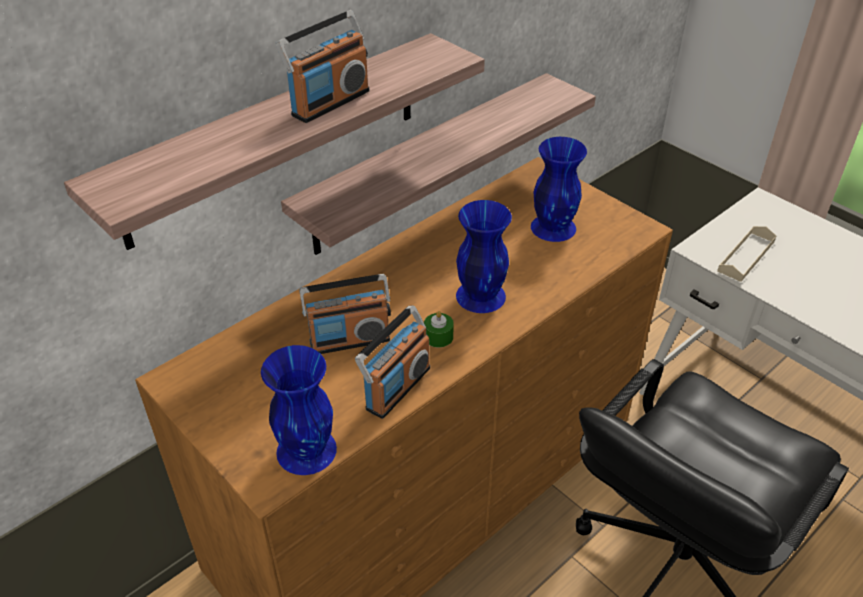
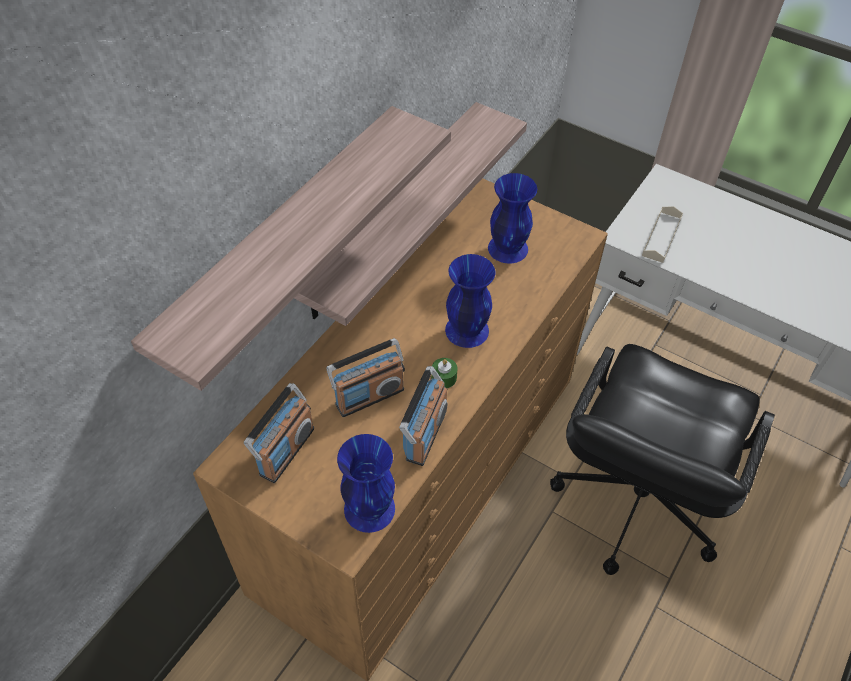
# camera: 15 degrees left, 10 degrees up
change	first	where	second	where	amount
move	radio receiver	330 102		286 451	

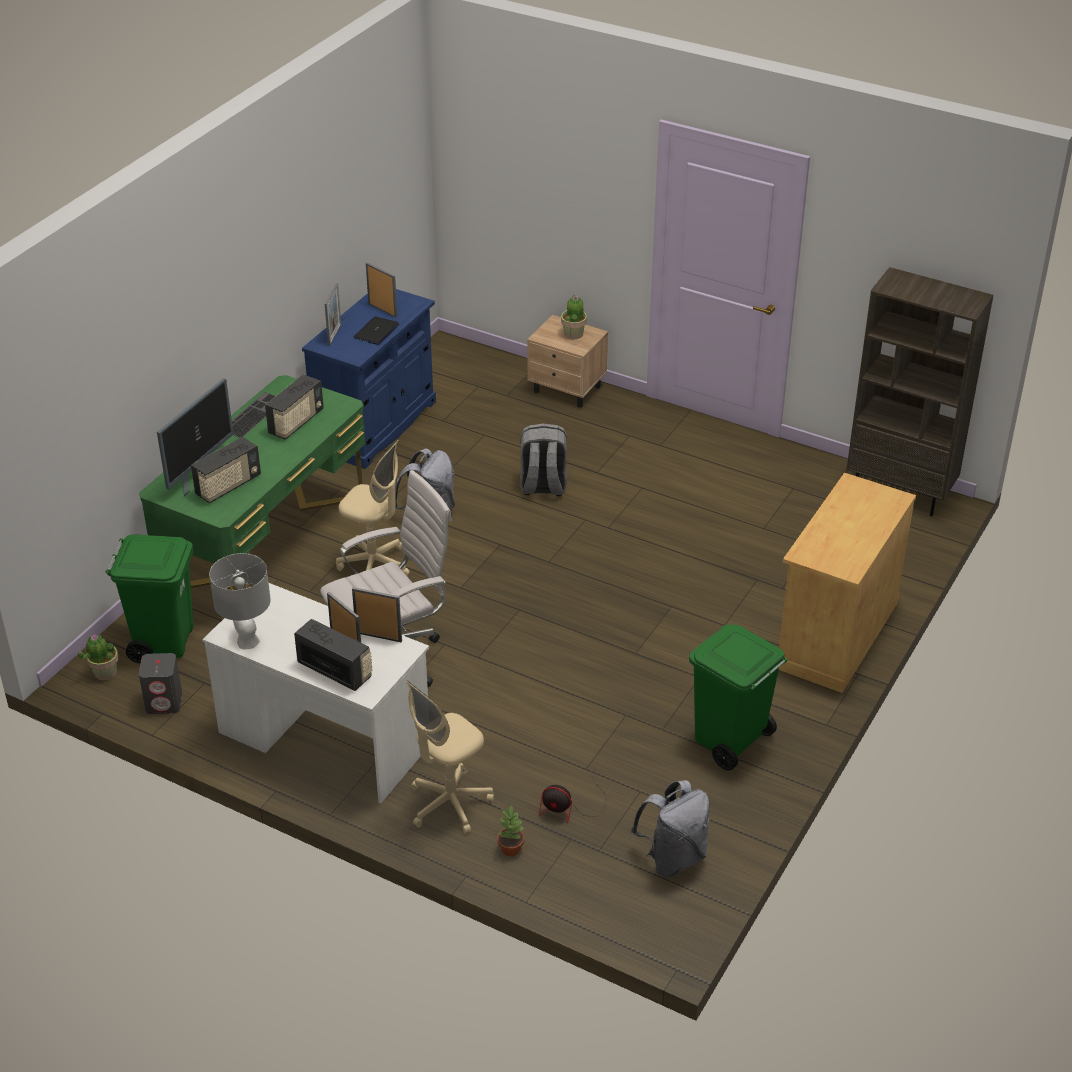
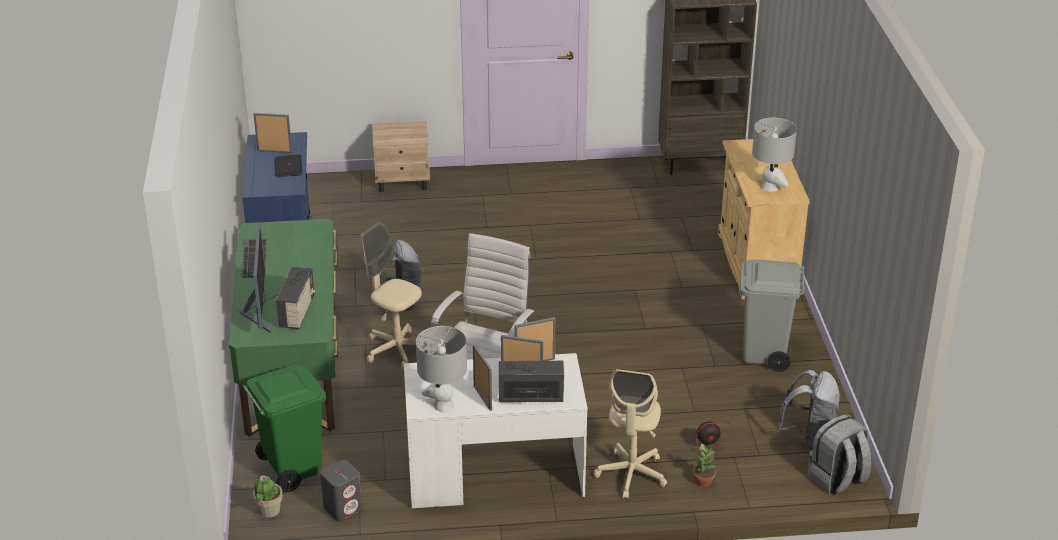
# camera: 35 degrees left, 5 degrees down
change	first	where	second	where	amount
move	standing frame	334 335		482 398	
delete	plant in a pot	573 334			
delete	radio receiver	296 422			
move	greyish backpack	543 486		837 480	
rotate	beige-coloured desk chair	374 565		396 349	135 degrees counterclockwise
recolor	green waste bin	730 741	greyish waste bin	765 354	
insert			greyish table lamp	769 187	

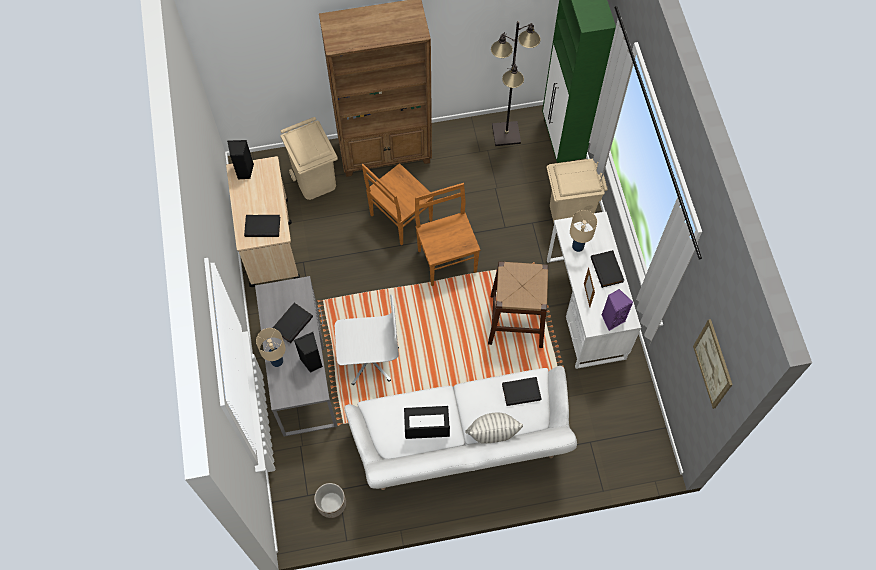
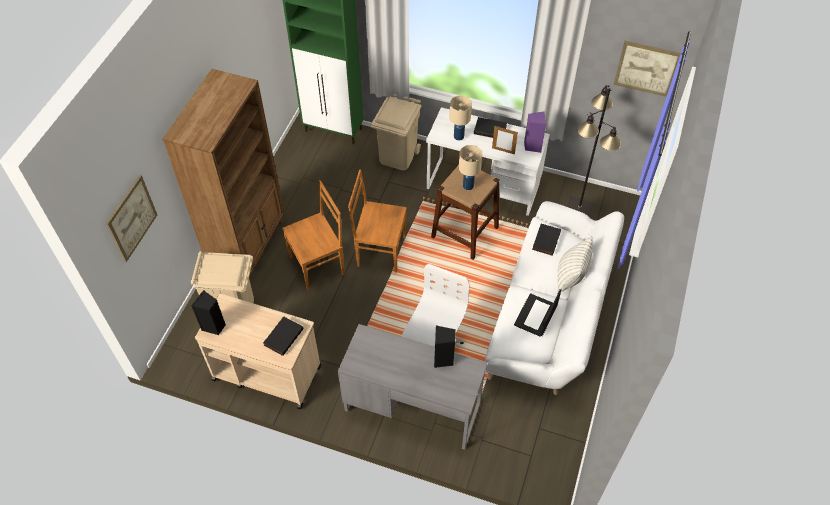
# camera: 60 degrees left, 10 degrees down
change	first	where	second	where	amount
move	blackish standing lamp	506 134		579 209	
rotate	brownish chair	399 218		318 265	105 degrees counterclockwise
delete	blackish bound book	292 323			
move	beige-coloured table lamp	276 361		468 186	
delete	planter	331 504			
insert			picture	132 218	

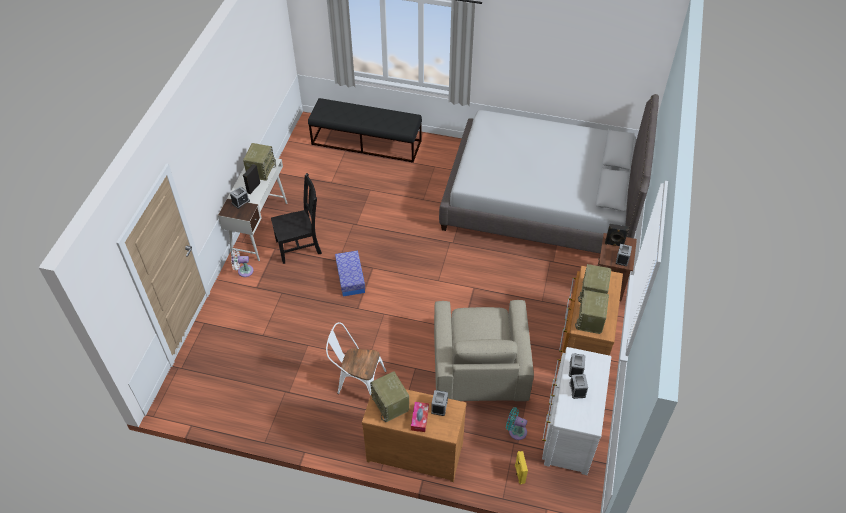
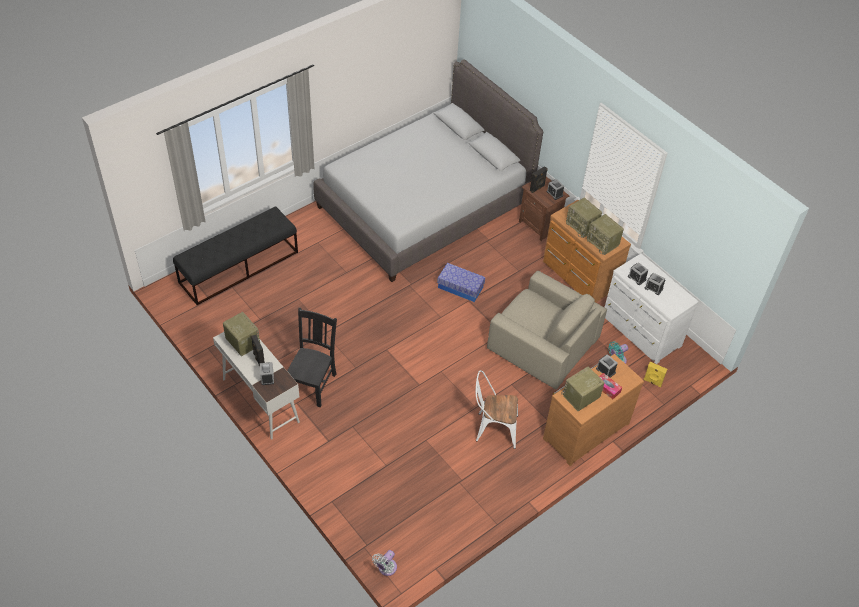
# camera: 55 degrees left, 0 degrees up
change	first	where	second	where	amount
move	whitish cooling fan	243 271		386 569	
move	storage bin	350 278		460 287	
rotate	whitish chair	357 382		492 428	45 degrees clockwise
rotate	radio receiver	391 404		581 397	135 degrees clockwise

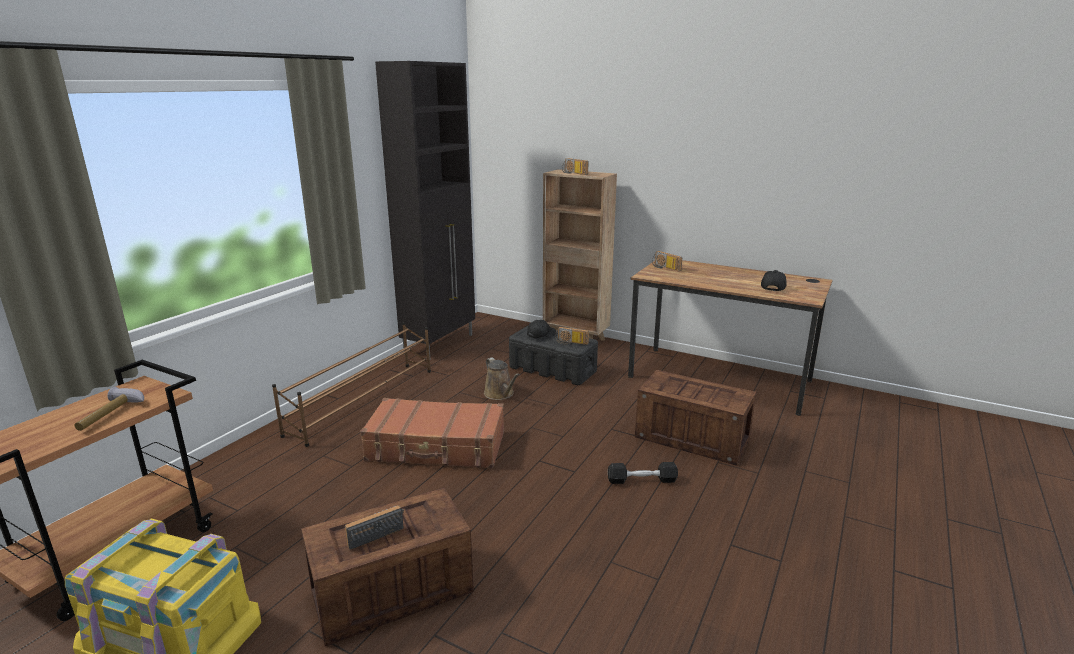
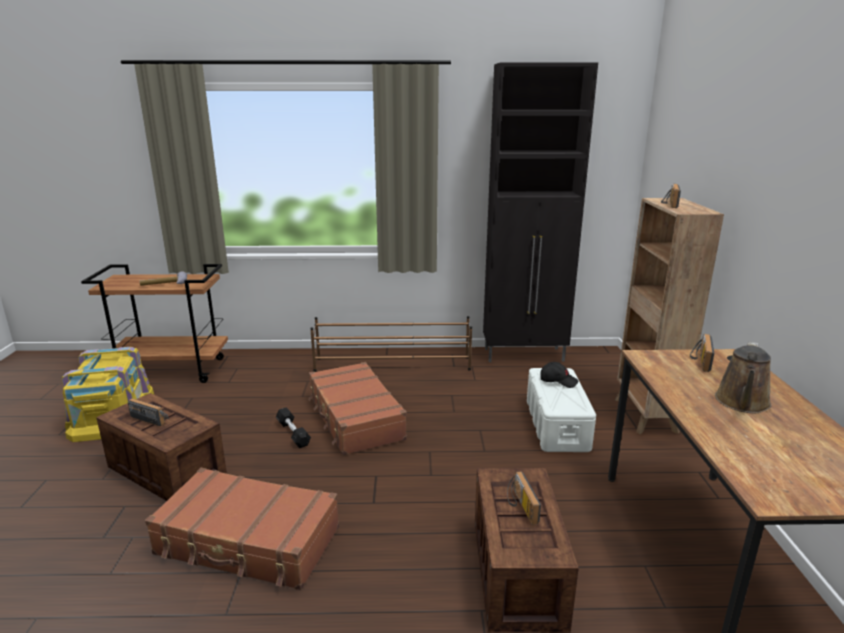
# camera: 60 degrees right, 0 degrees up
change	first	where	second	where	amount
delete	blackish peaked cap	773 287			
recolor	blackish storage bin	553 369	whitish storage bin	557 425	
move	radio receiver	571 343		520 506	
move	brownish watering pot	500 394		742 403	
move	blackish hand weight	642 480		293 433	
insert			brownish suitcase	248 542	

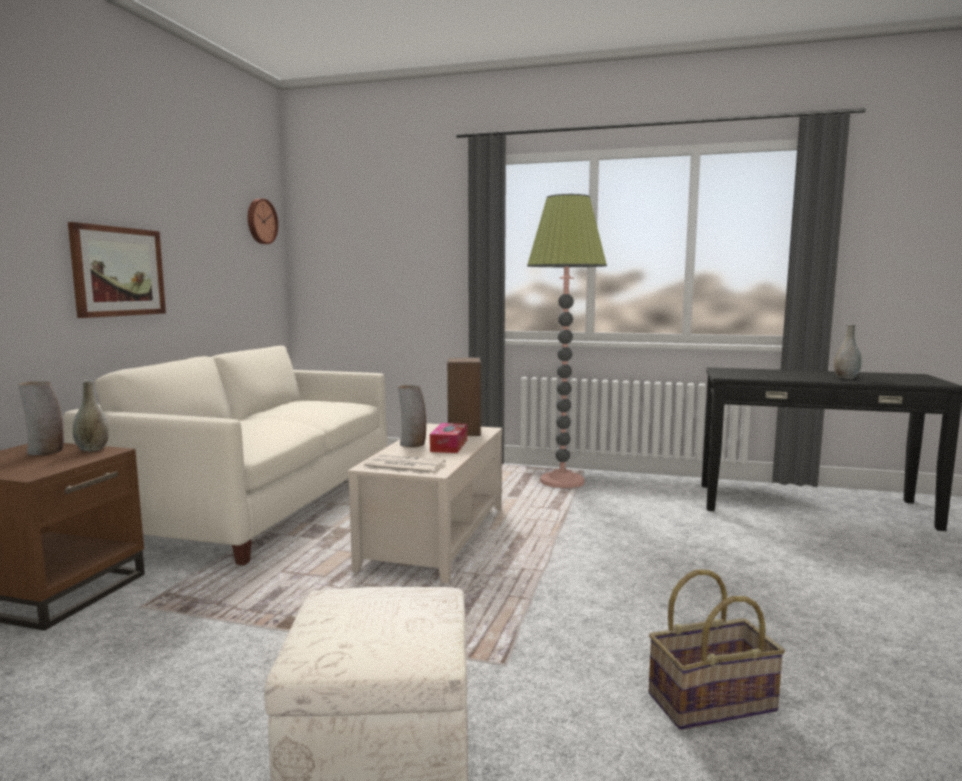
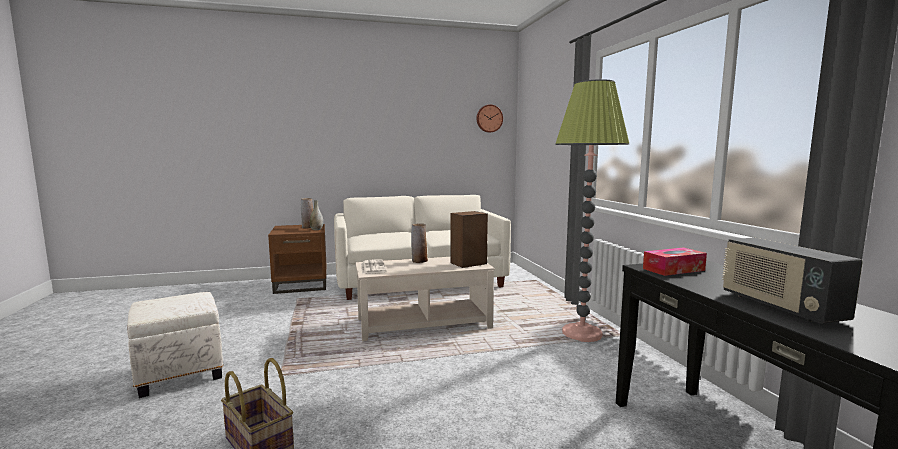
# camera: 60 degrees right, 0 degrees up
change	first	where	second	where	amount
delete	picture	118 271			
replace	greyish vase	846 378	radio receiver	779 307	
move	tissue box	449 446		673 269	

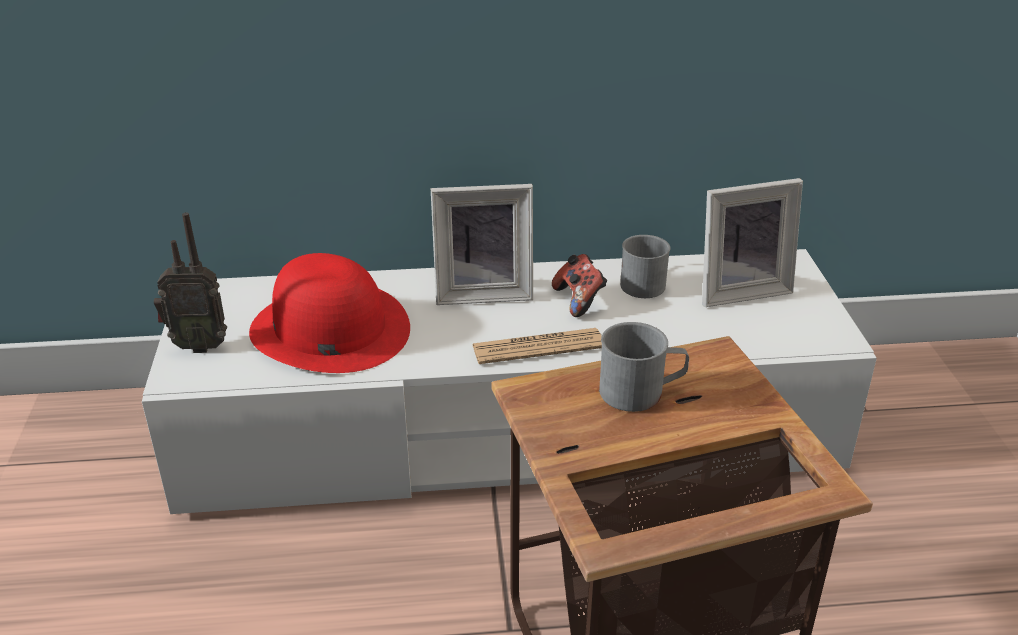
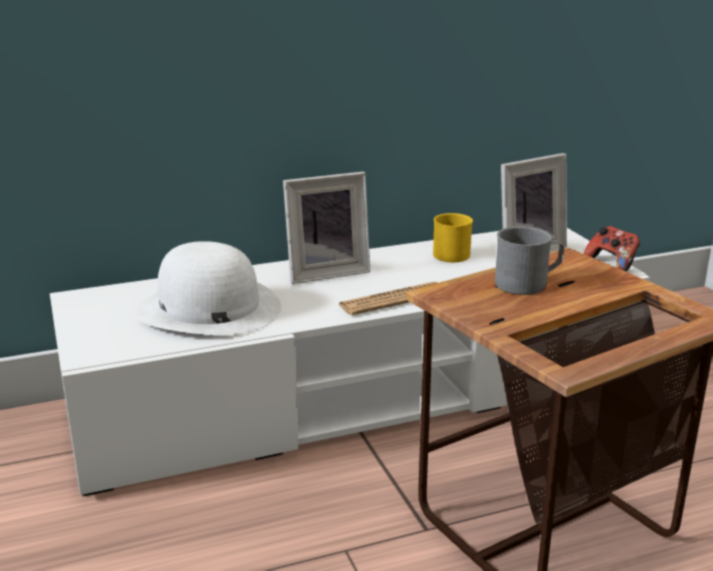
# camera: 15 degrees left, 10 degrees down
change	first	where	second	where	amount
delete	radio receiver	199 345			
recolor	greyish mug	644 282	yellow mug	451 253	
recolor	reddish wearable hat	329 329	whitish wearable hat	208 309	
move	joypad	579 300		612 263	

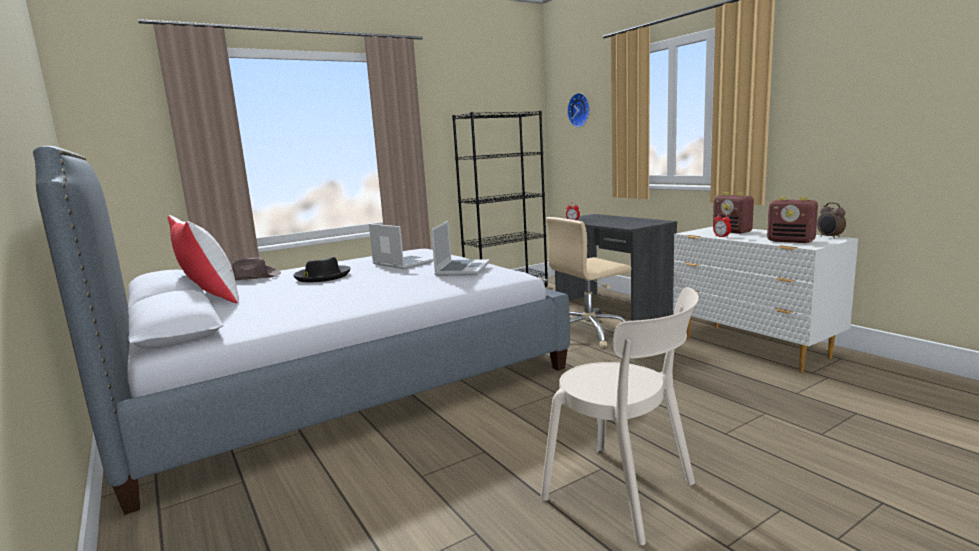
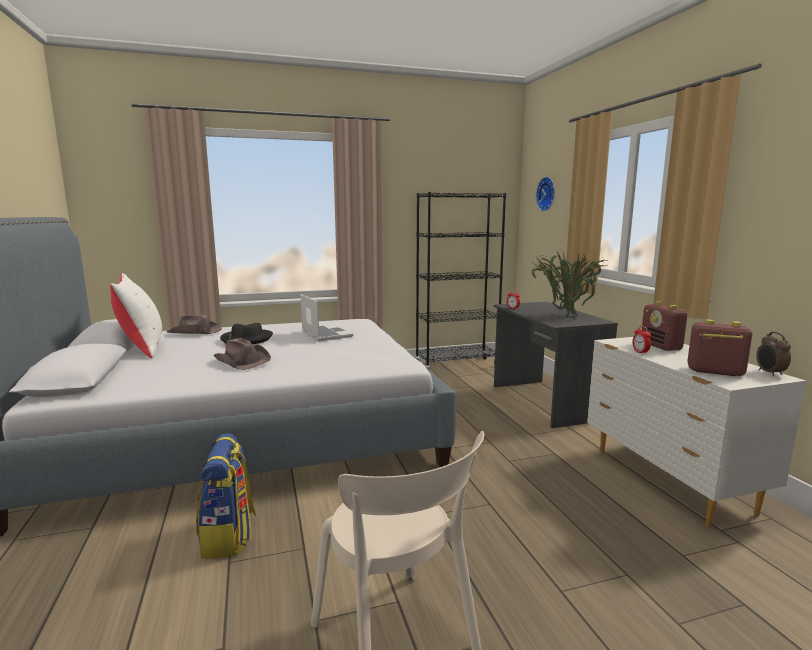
# camera: 15 degrees right, 0 degrees up
change	first	where	second	where	amount
rotate	radio receiver	791 241		714 372	150 degrees clockwise
delete	beige-coloured desk chair	589 333			
delete	notebook computer	462 269			
insert			plant in a pot	565 315	
insert			brownish wearable hat	243 361	
insert			backpack	229 536	

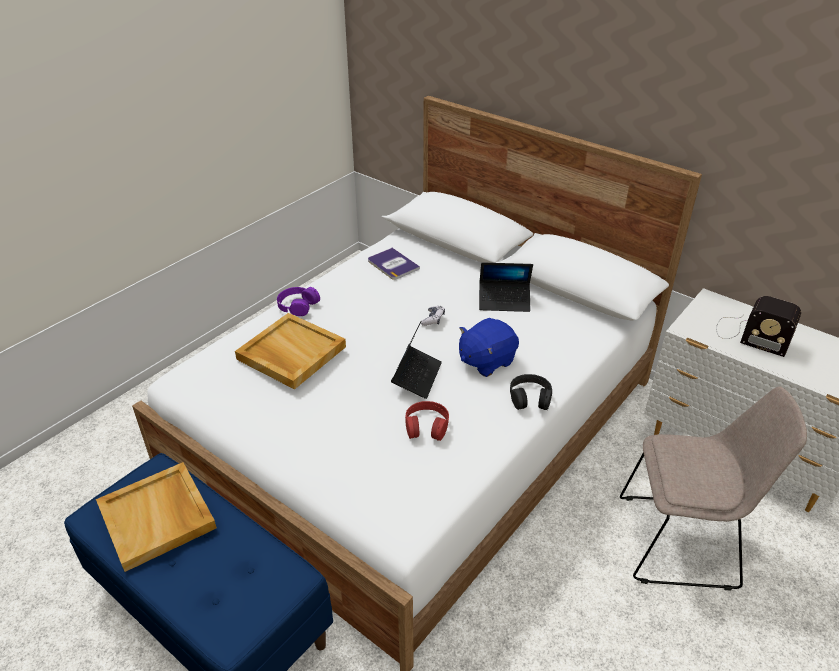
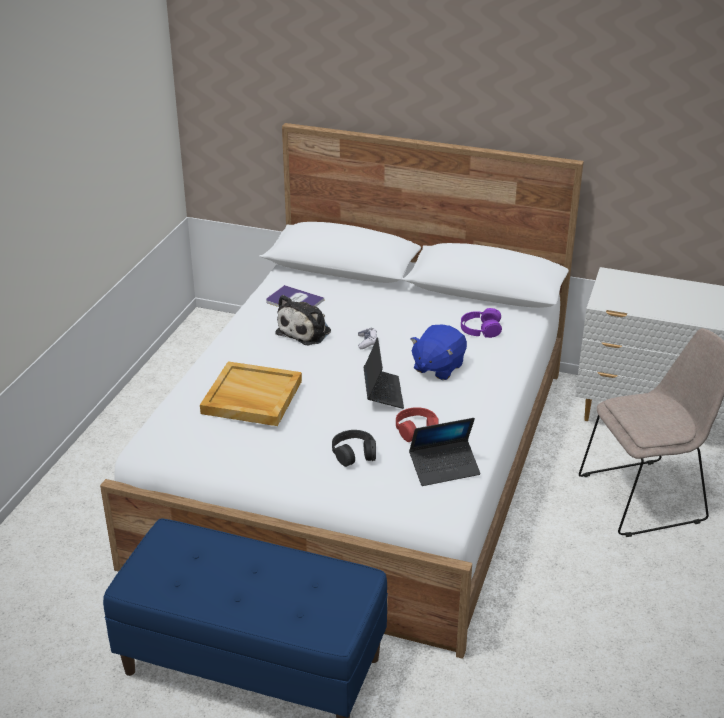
# camera: 20 degrees left, 5 degrees down
change	first	where	second	where	amount
move	notebook computer	504 301		444 468	
move	purplish pair of headphones	297 305		480 329	
delete	radio receiver	749 335			
move	blackish pair of headphones	530 397		354 453	
delete	beige-coloured tray	158 517			
insert			soft toy	306 331	

